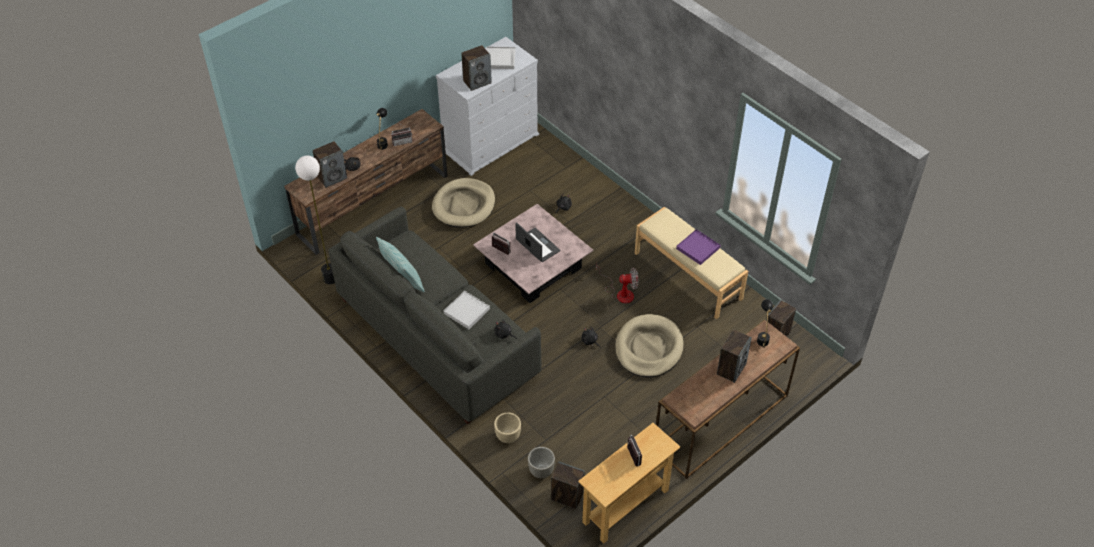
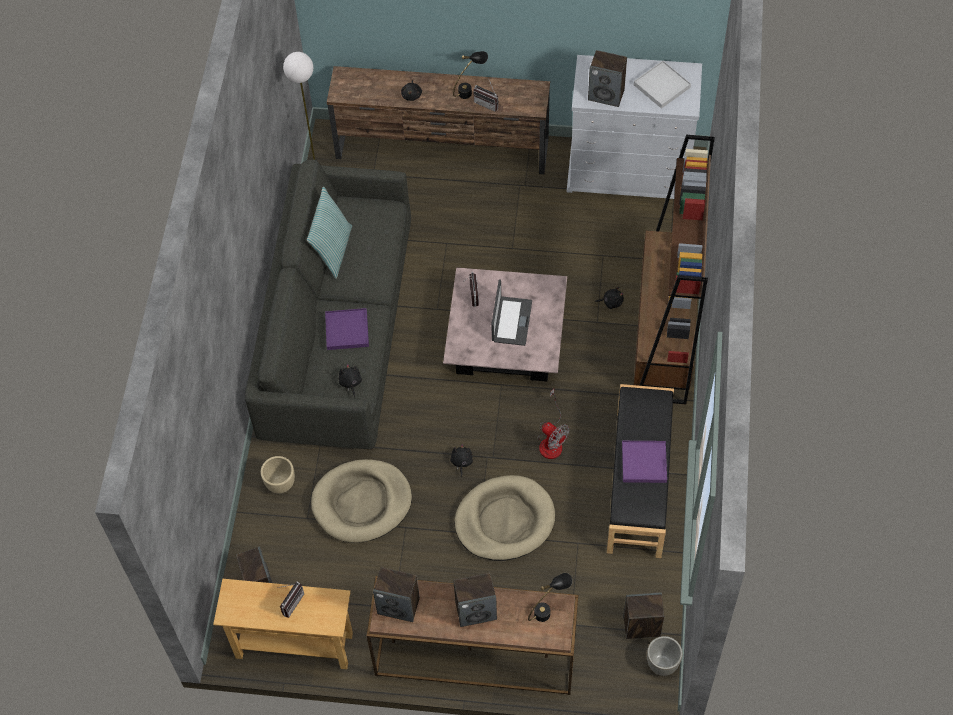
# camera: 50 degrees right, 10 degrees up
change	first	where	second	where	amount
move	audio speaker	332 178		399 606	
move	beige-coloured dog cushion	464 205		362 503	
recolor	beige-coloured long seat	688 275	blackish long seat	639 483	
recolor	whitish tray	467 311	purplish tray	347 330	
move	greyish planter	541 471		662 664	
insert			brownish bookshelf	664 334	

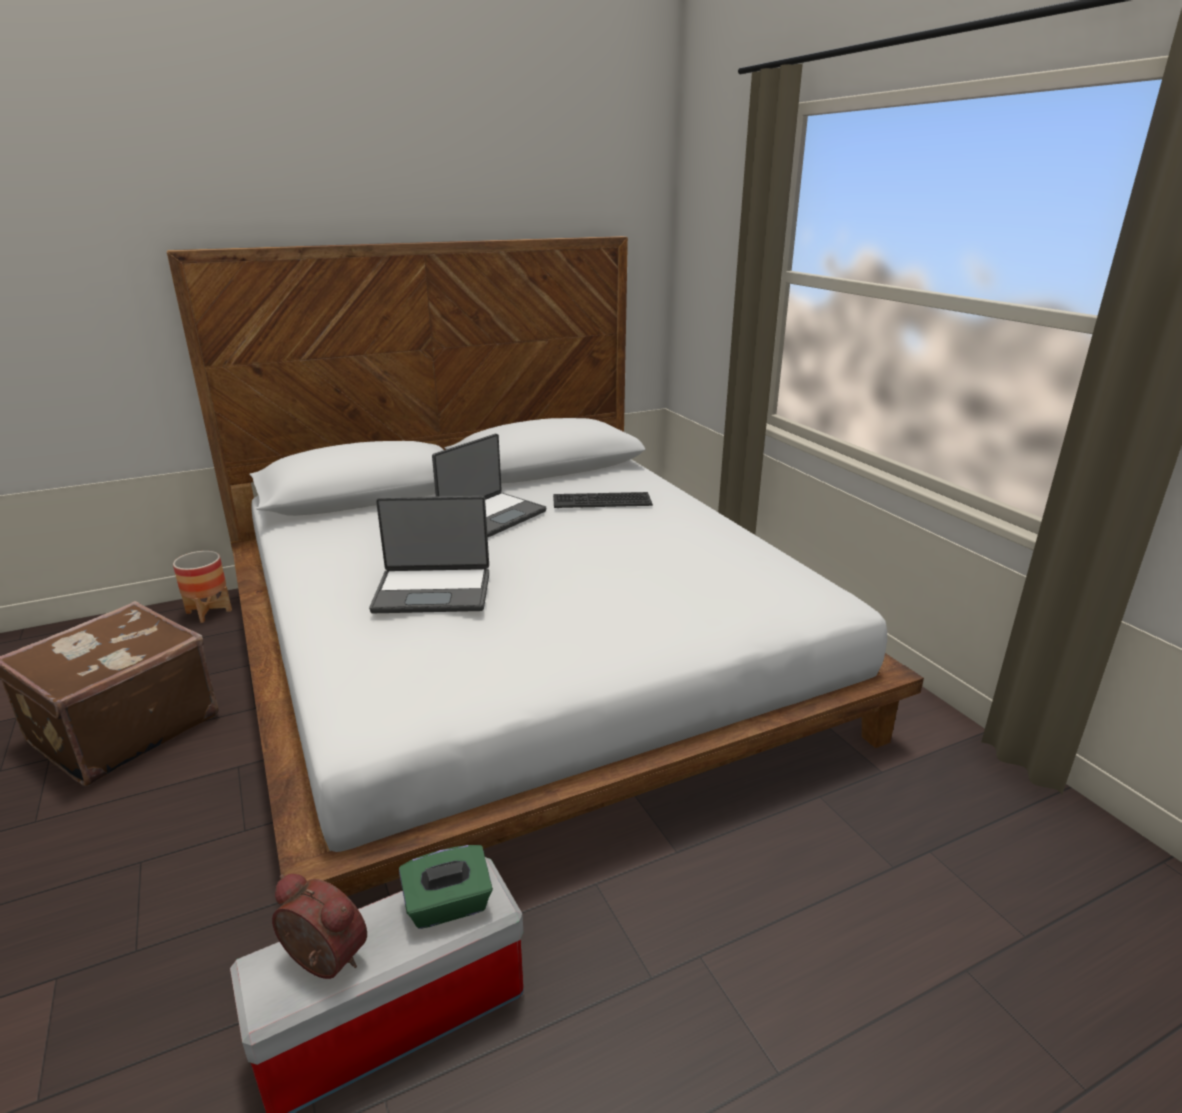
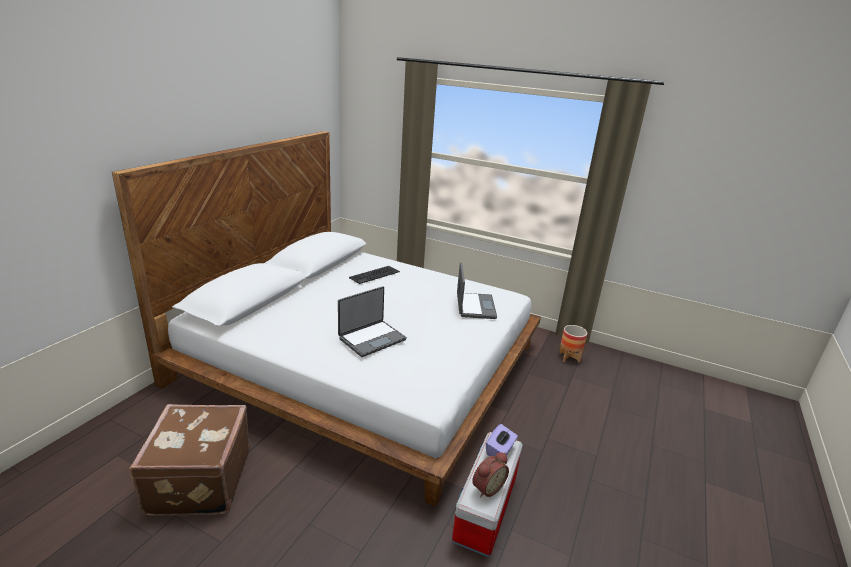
# camera: 40 degrees left, 0 degrees up
change	first	where	second	where	amount
move	notebook computer	491 516		474 306	
move	planter	209 611		569 357	
recolor	green tissue box	448 906	purplish tissue box	500 451	
rotate	bedside clock	322 962		486 487	150 degrees clockwise

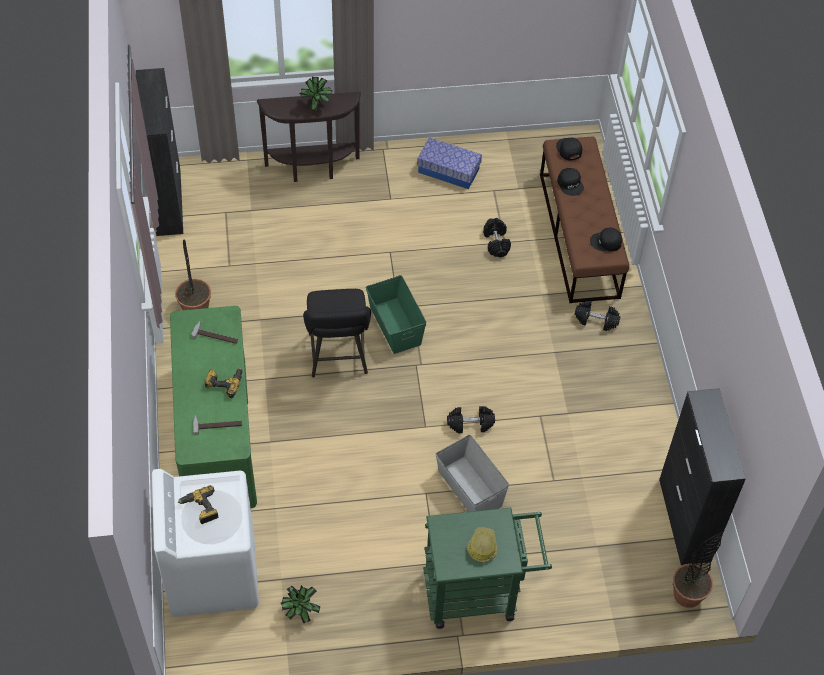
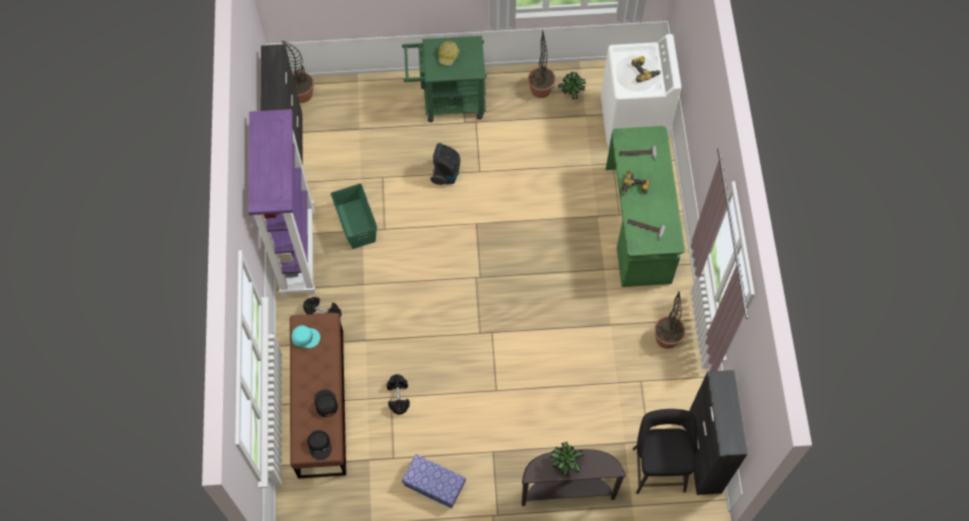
# camera: 175 degrees left, 10 degrees up
change	first	where	second	where	amount
recolor	blackish peaked cap	606 242	blue-green peaked cap	305 337	
move	green storage bin	395 325		356 223	
move	blackish stool seat	338 357		658 466	
delete	blackish hand weight	470 424			
replace	greyish storage bin	469 488	vacuum cleaner	446 173	
insert			plant in a pot	540 89	
insert			purplish bookshelf	297 251	

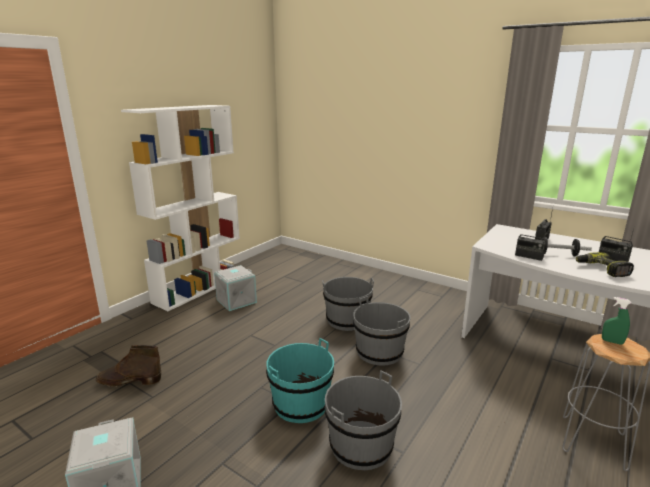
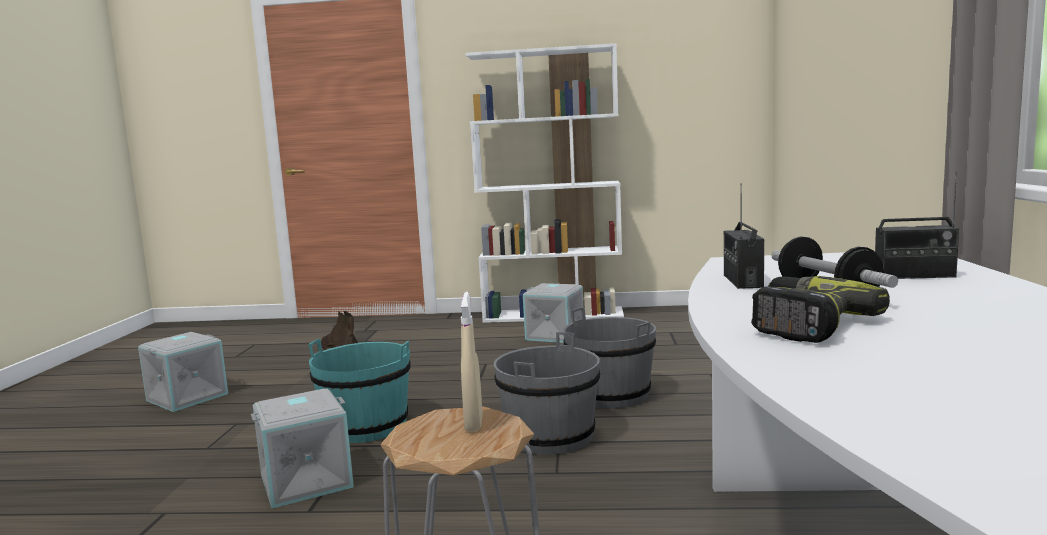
# camera: 60 degrees right, 10 degrees down
change	first	where	second	where	amount
delete	radio receiver	612 259			
recolor	green spray bottle	612 341	beige-coloured spray bottle	473 423	
replace	greyish water bucket	361 445	greyish storage bin	306 480	

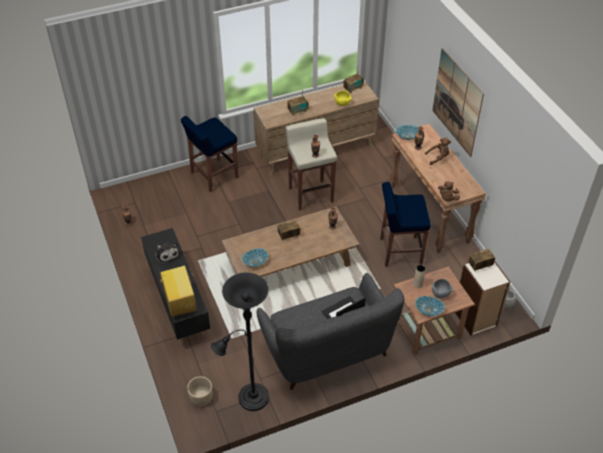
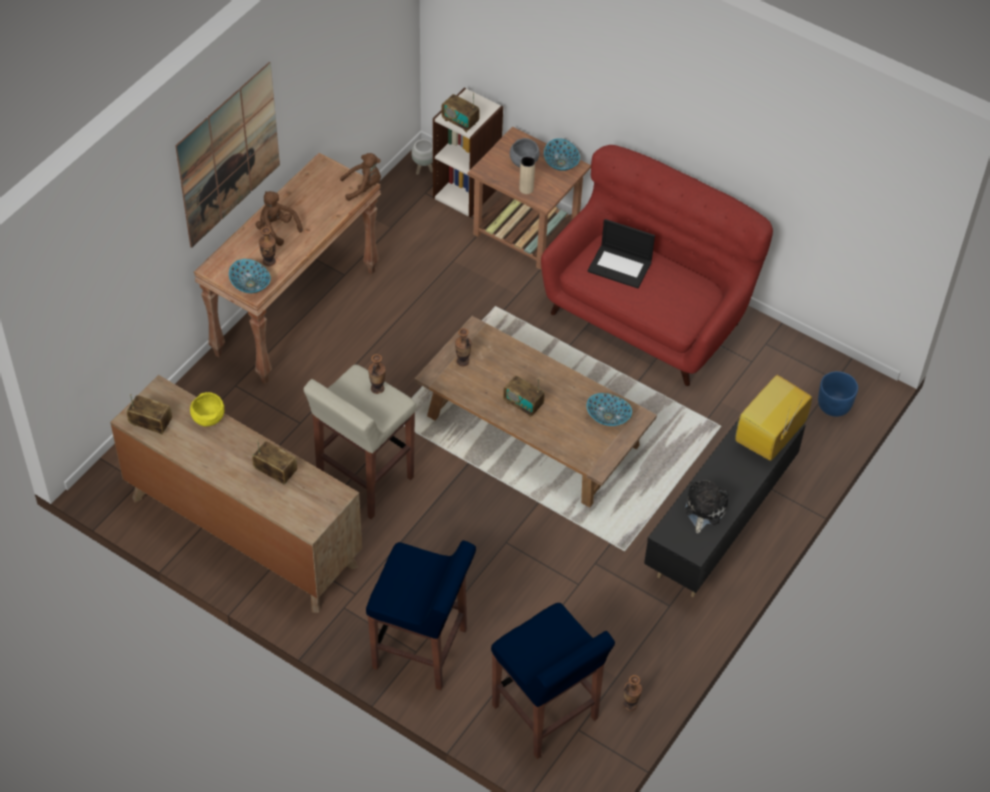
# camera: 125 degrees left, 5 degrees up
change	first	where	second	where	amount
move	blue stool seat	399 251		545 713	
delete	blackish standing lamp	249 399			
recolor	greyish settee	327 351	reddish settee	648 314	
recolor	beige-coloured planter	201 398	blue planter	834 405	

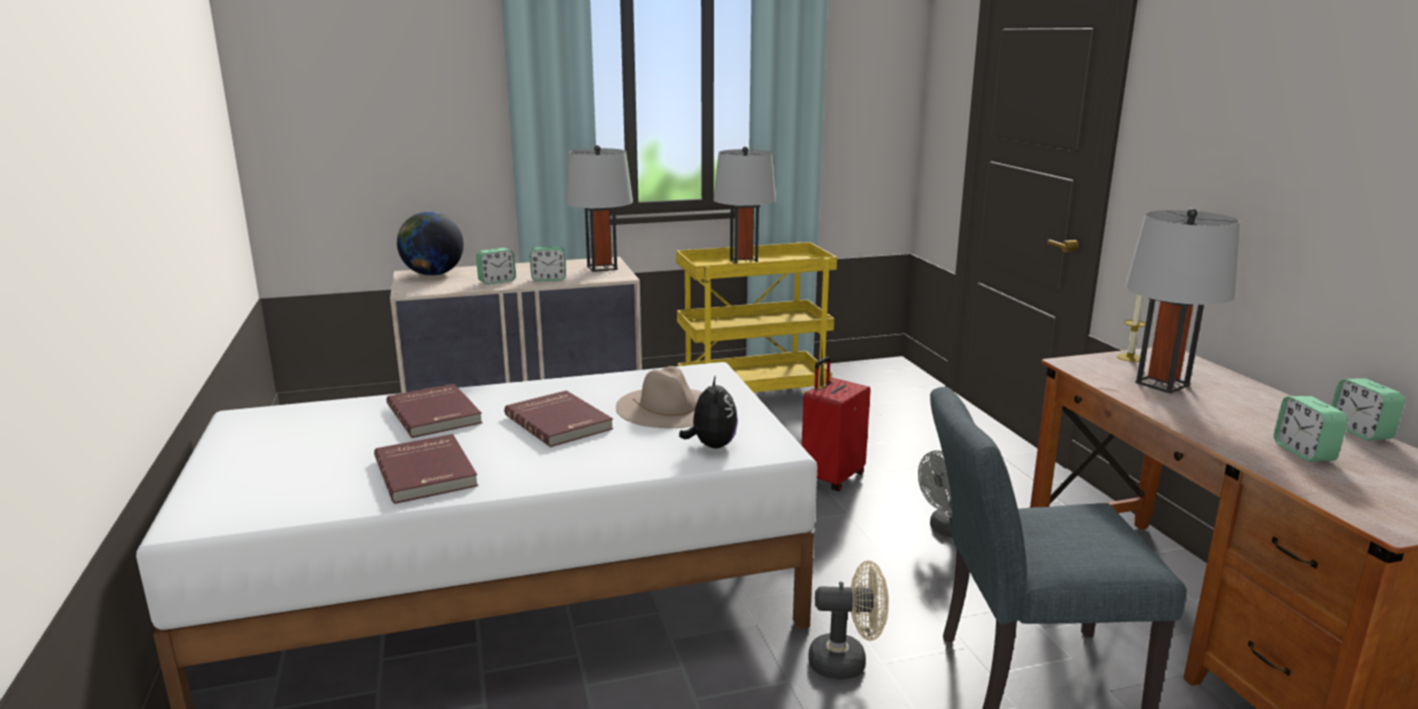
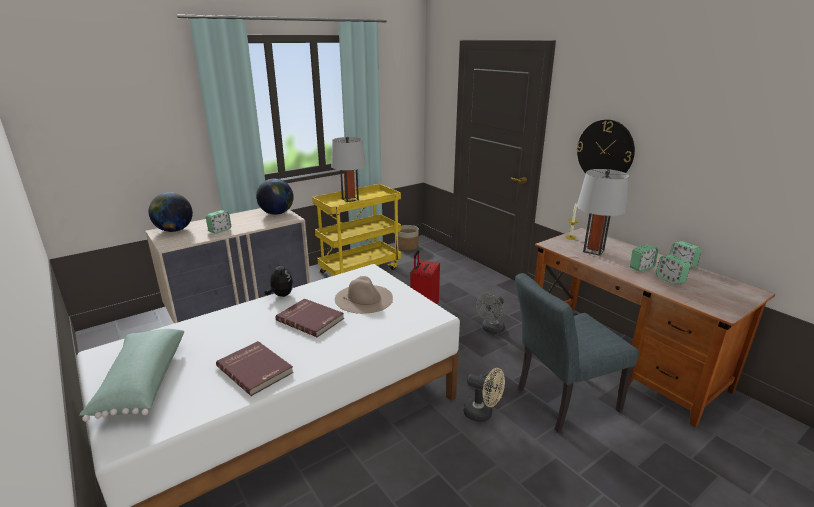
# camera: 20 degrees left, 5 degrees up
change	first	where	second	where	amount
replace	greyish table lamp	602 267	desk globe	277 213	
move	bedside clock	549 279		641 268	
move	soft toy	711 445		281 295	
delete	reddish bound book	436 414			
rotate	beige-coloured cooling fan	847 662		482 414	45 degrees clockwise
insert			hanging clock	605 151	
insert			planter	407 246	
insert			green cushion	141 383	

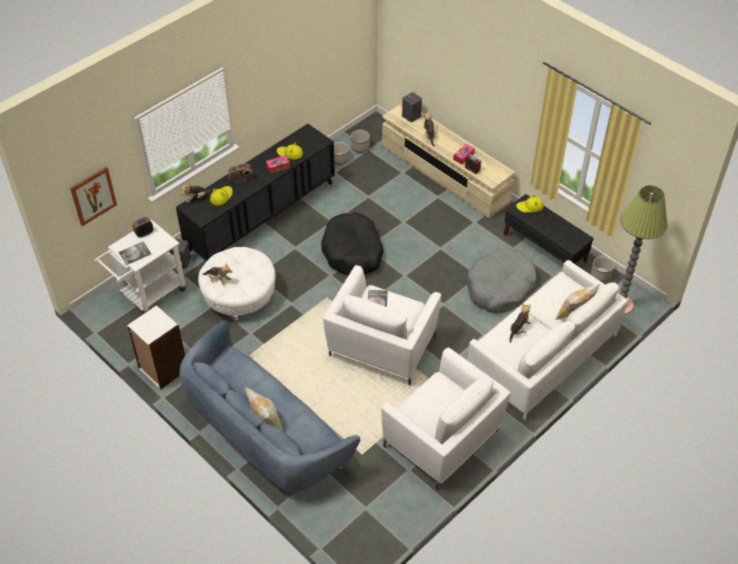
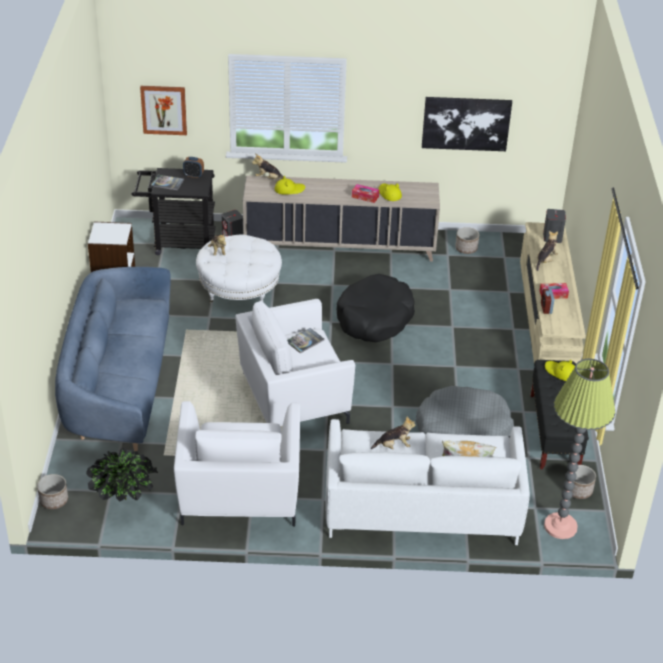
# camera: 45 degrees right, 10 degrees down
change	first	where	second	where	amount
recolor	blackish cabinet	261 216	beige-coloured cabinet	339 247	
move	planter	360 147		54 500	
delete	radio receiver	241 180			
recolor	whitish trolley	148 294	blackish trolley	178 242	
delete	cushion	265 421			
insert			picture	466 123	
insert			plant in a pot	124 498	

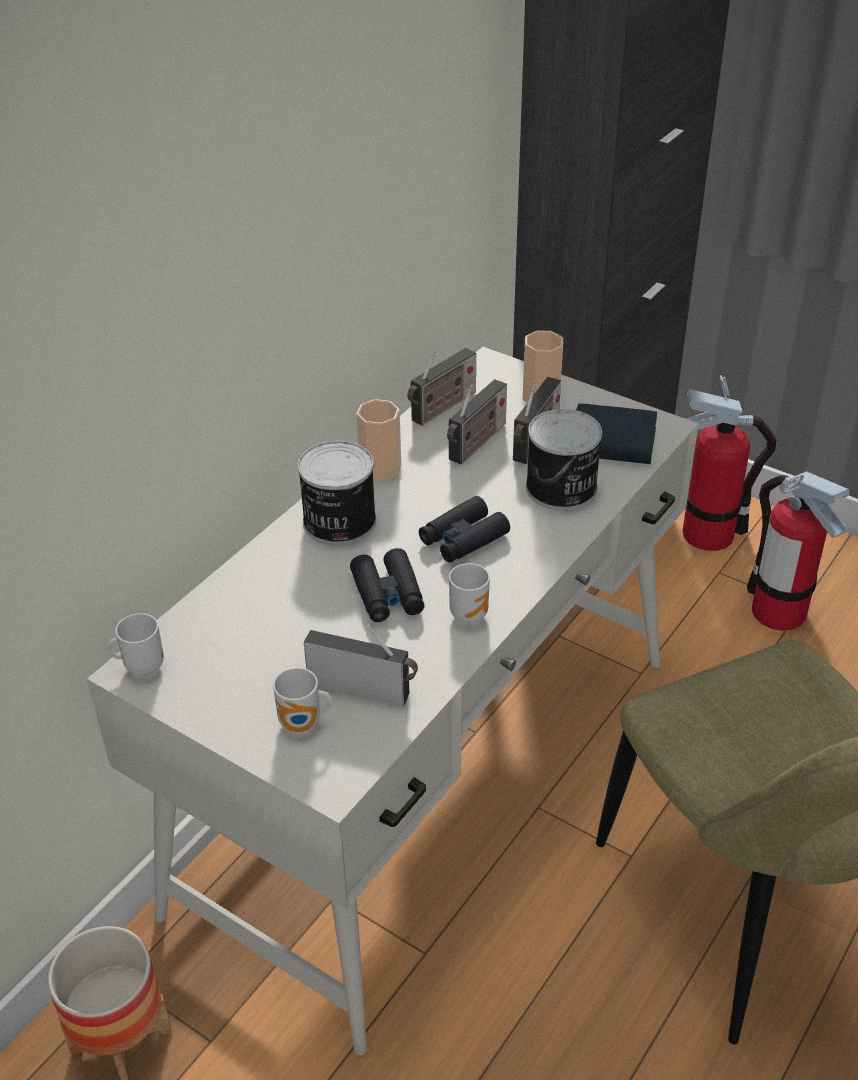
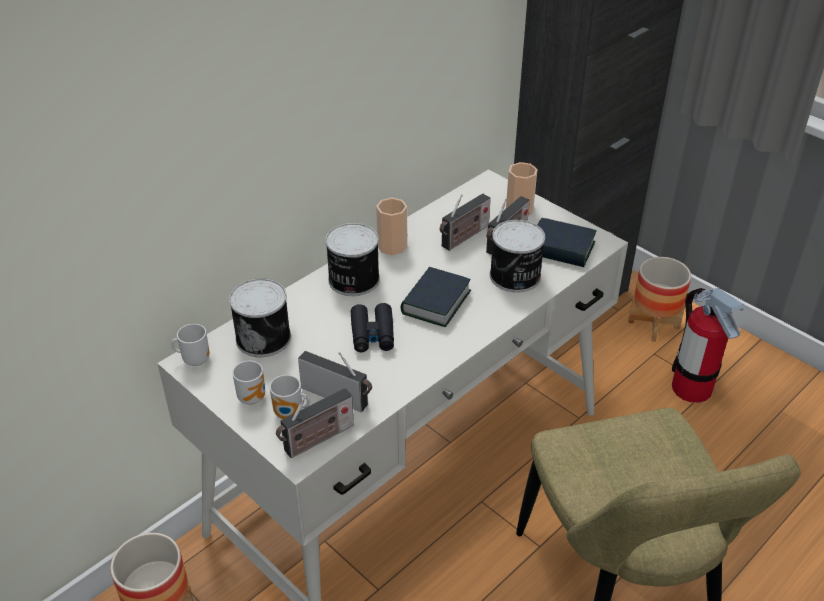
# camera: 10 degrees right, 0 degrees up
change	first	where	second	where	amount
move	radio receiver	442 408		316 440	
replace	fire-fighting cylinder	708 534	planter	653 324	
replace	blackish pair of binoculars	463 538	bound book	435 302	
move	mug	470 613		253 397	
insert			sealed can	264 337	

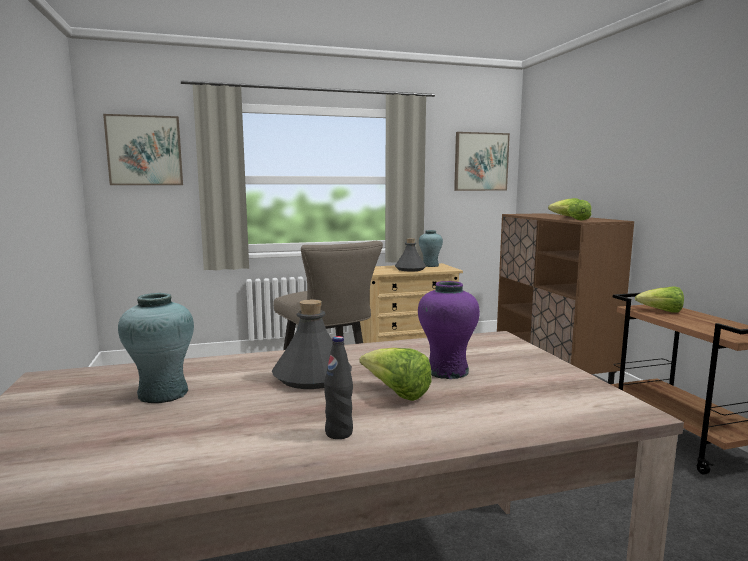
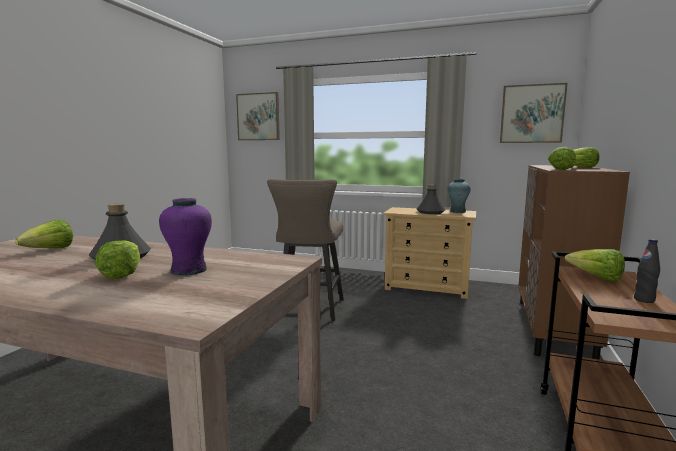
# camera: 35 degrees right, 0 degrees up
change	first	where	second	where	amount
replace	blue-green vase	163 394	lettuce head	50 250	
move	blackish beverage bottle	339 433		644 300	

